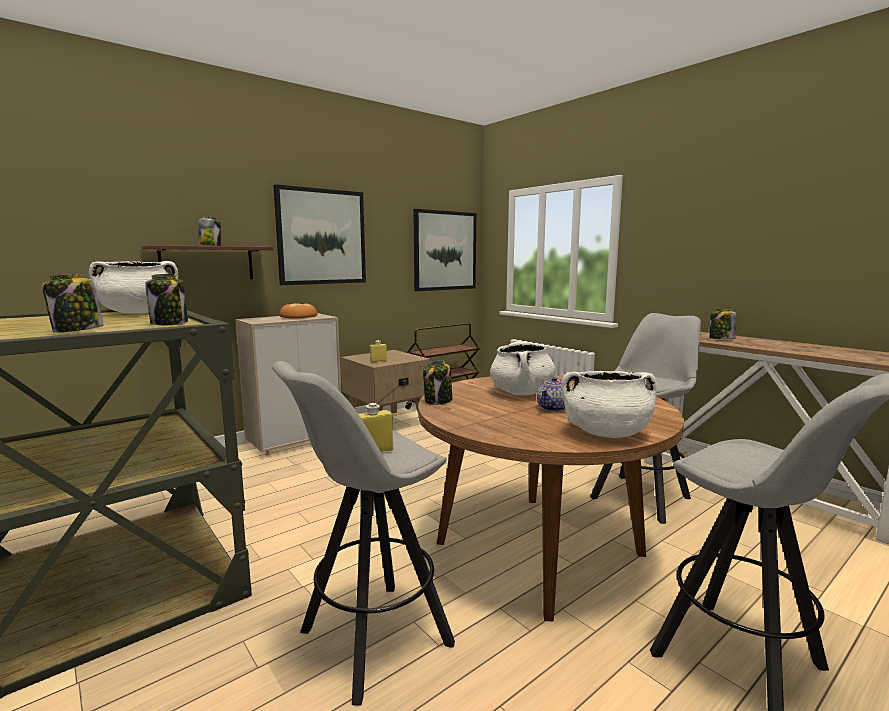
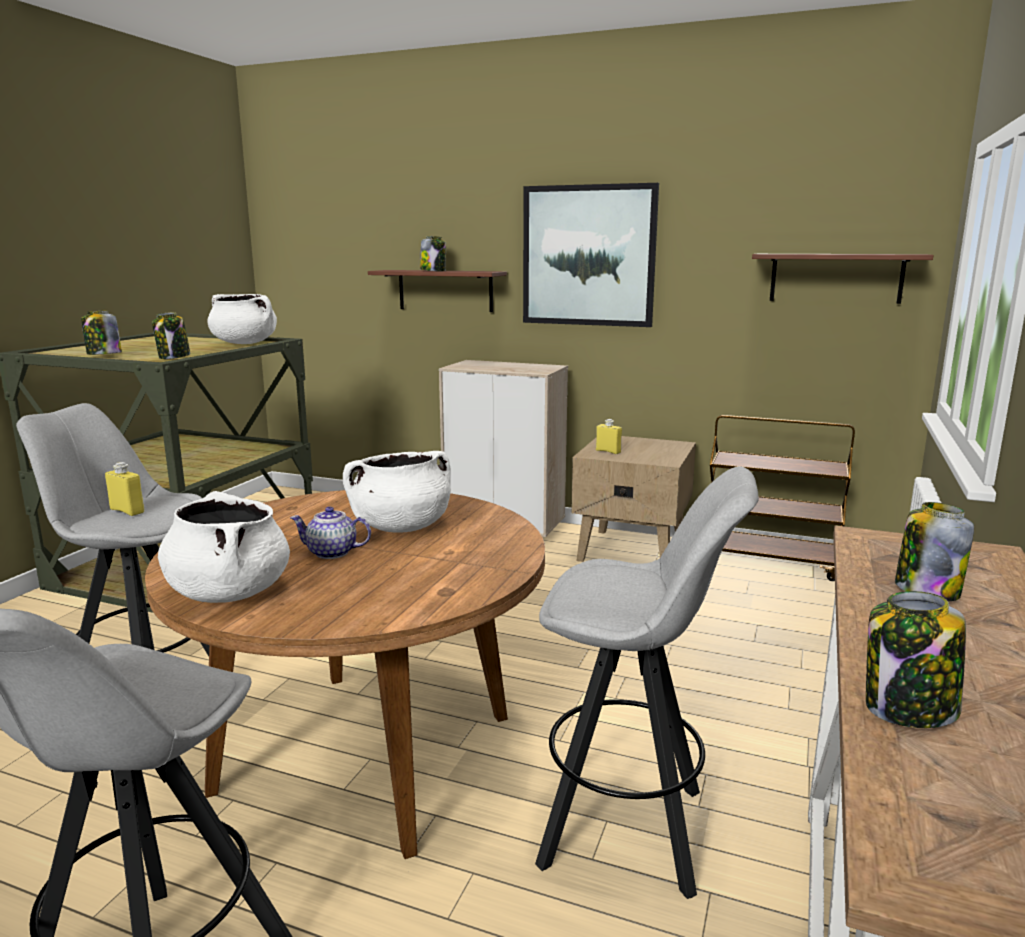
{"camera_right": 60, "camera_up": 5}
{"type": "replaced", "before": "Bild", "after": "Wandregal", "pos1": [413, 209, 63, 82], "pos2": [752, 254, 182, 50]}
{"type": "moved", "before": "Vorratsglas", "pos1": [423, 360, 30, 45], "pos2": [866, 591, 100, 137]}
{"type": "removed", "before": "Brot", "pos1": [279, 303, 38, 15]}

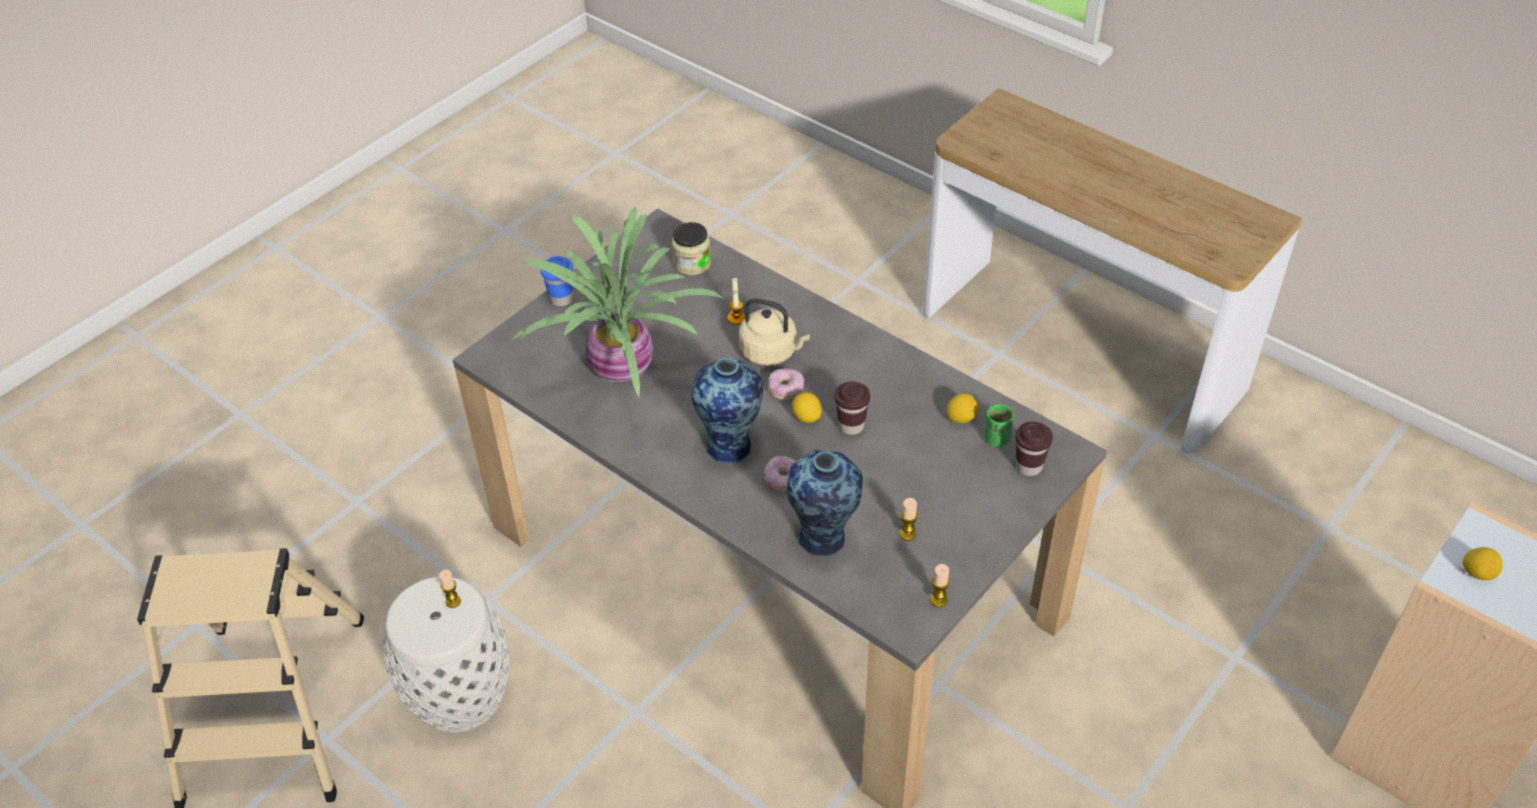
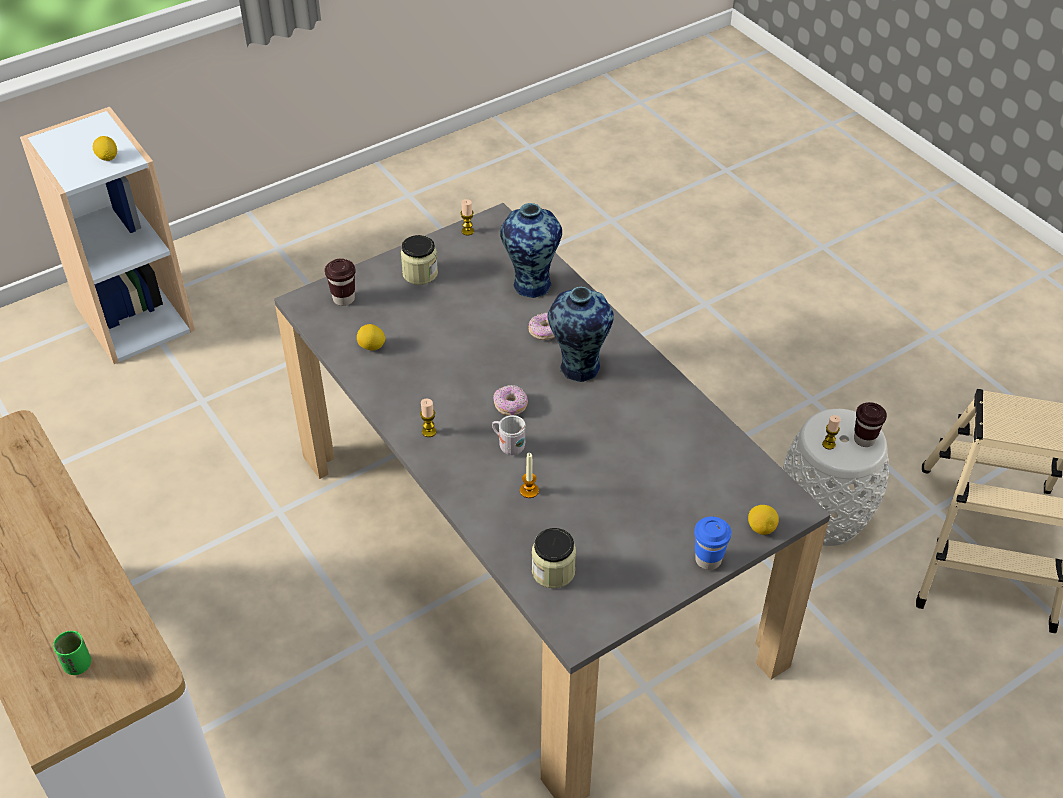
{"camera_right": -165, "camera_up": 0}
{"type": "moved", "before": "Tasse/grün", "pos1": [984, 404, 30, 43], "pos2": [53, 631, 38, 44]}
{"type": "added", "after": "Vorratsglas", "pos2": [401, 235, 37, 50]}
{"type": "moved", "before": "Kerze", "pos1": [899, 498, 19, 43], "pos2": [420, 399, 16, 38]}
{"type": "replaced", "before": "Wasserkessel/beige", "after": "Henkelbecher/weiß", "pos1": [739, 298, 71, 68], "pos2": [492, 415, 34, 40]}
{"type": "moved", "before": "Zitrone", "pos1": [792, 392, 30, 31], "pos2": [748, 505, 31, 30]}
{"type": "moved", "before": "Tasse/braun", "pos1": [835, 381, 35, 54], "pos2": [854, 402, 33, 45]}
{"type": "removed", "before": "Topfpflanze", "pos1": [512, 206, 212, 191]}

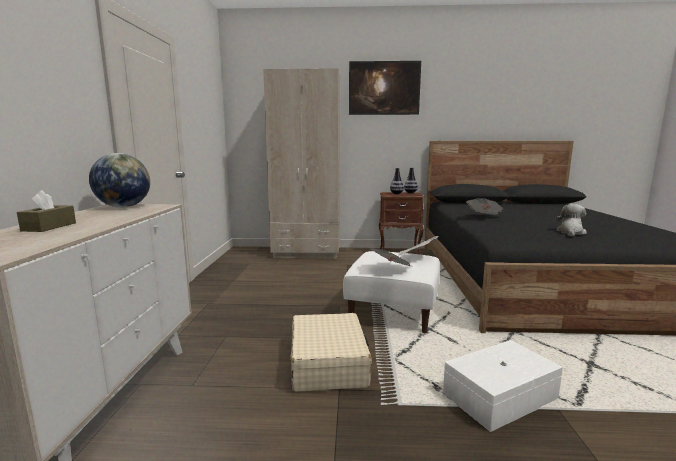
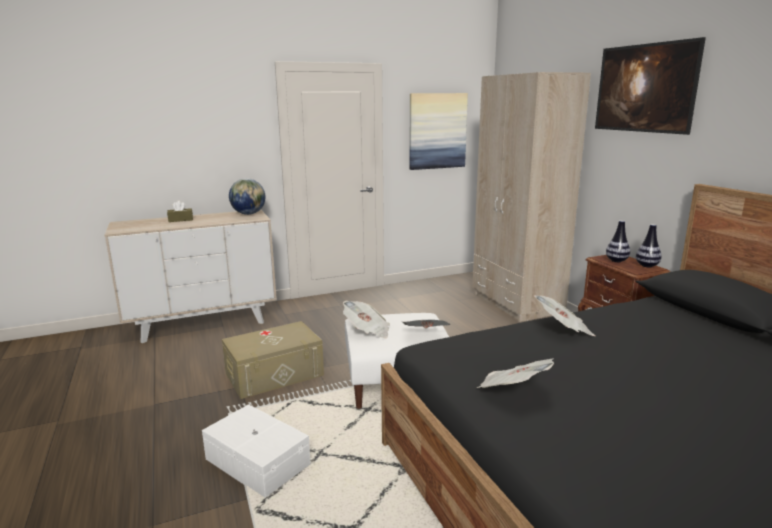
{"camera_right": 65, "camera_up": 5}
{"type": "replaced", "before": "Koffer/beige", "after": "Aufbewahrungsbox/beige", "pos1": [290, 313, 82, 79], "pos2": [222, 321, 102, 78]}
{"type": "added", "after": "Bild", "pos2": [409, 93, 59, 77]}
{"type": "replaced", "before": "Plüschtier", "after": "Zeitung", "pos1": [556, 204, 31, 32], "pos2": [477, 358, 77, 30]}

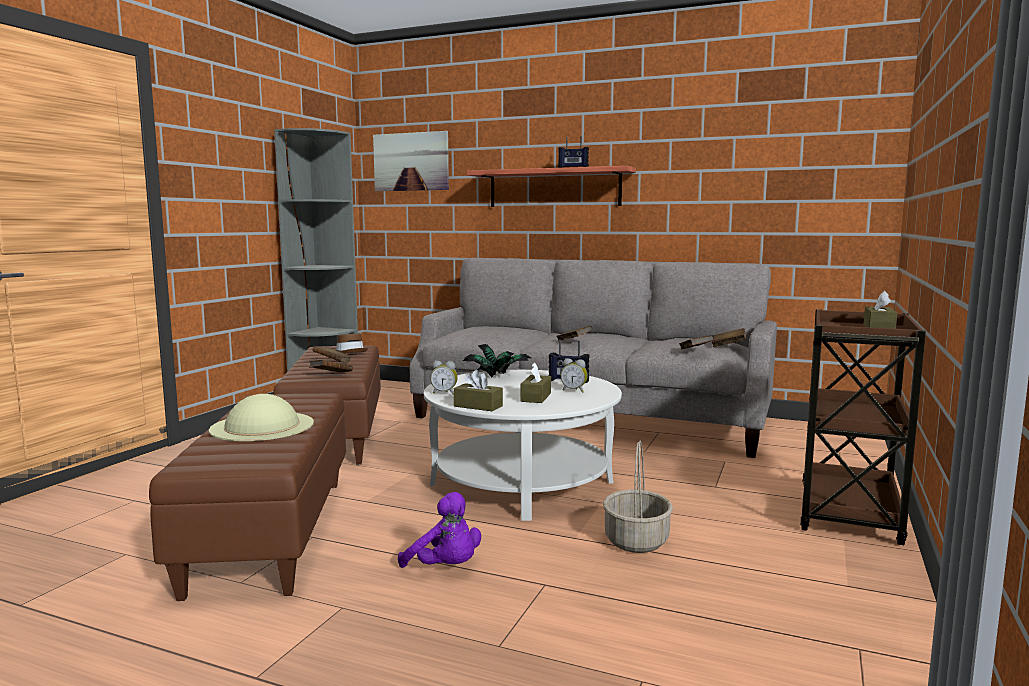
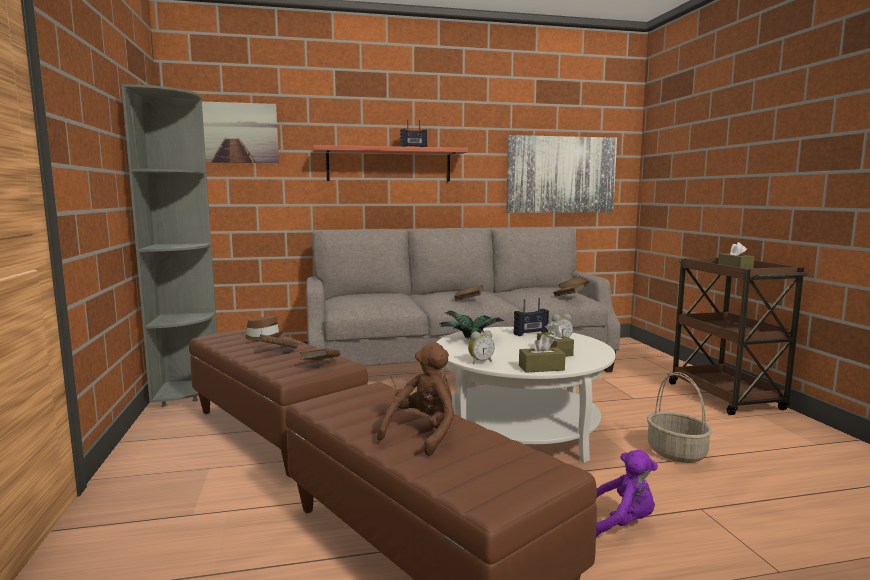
{"camera_right": -35, "camera_up": 0}
{"type": "replaced", "before": "Hut/beige", "after": "Plüschtier/braun", "pos1": [209, 394, 105, 47], "pos2": [377, 342, 78, 114]}
{"type": "added", "after": "Bild", "pos2": [506, 135, 111, 78]}

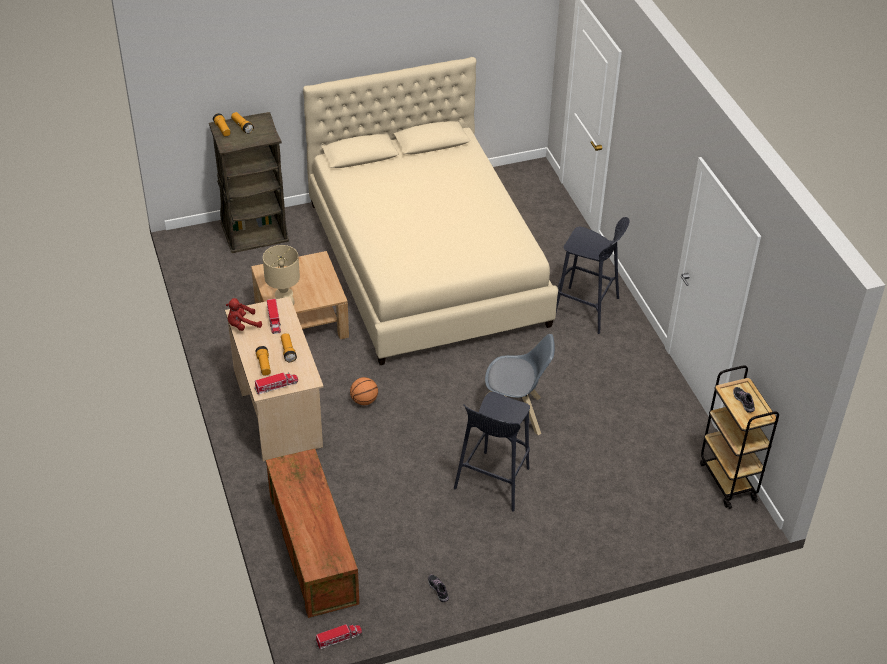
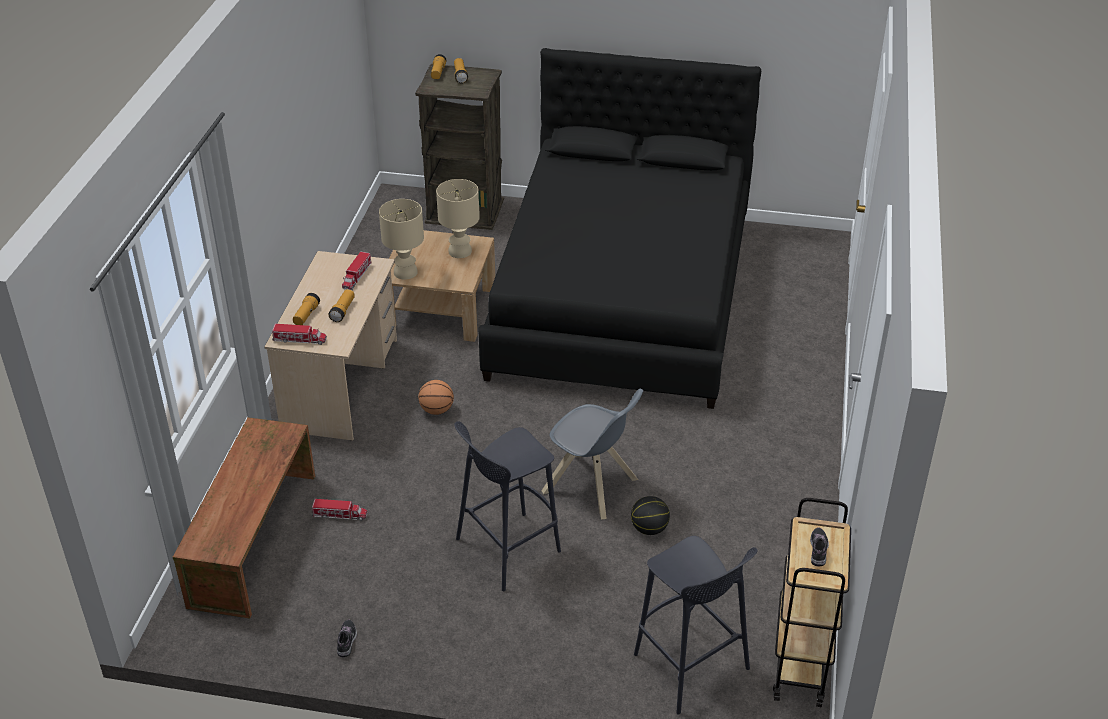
{"camera_right": 30, "camera_up": -5}
{"type": "moved", "before": "Spielzeuglaster", "pos1": [315, 624, 47, 25], "pos2": [311, 499, 57, 22]}
{"type": "added", "after": "Tischlampe/beige", "pos2": [436, 179, 44, 79]}
{"type": "recoloured", "before": "Bett/beige", "after": "Bett/schwarz", "pos1": [303, 57, 255, 308], "pos2": [478, 48, 283, 361]}
{"type": "added", "after": "Basketball", "pos2": [631, 496, 39, 39]}
{"type": "moved", "before": "Hocker/grau", "pos1": [556, 217, 74, 117], "pos2": [634, 536, 124, 179]}
{"type": "removed", "before": "Plüschtier/rot", "pos1": [226, 298, 36, 33]}

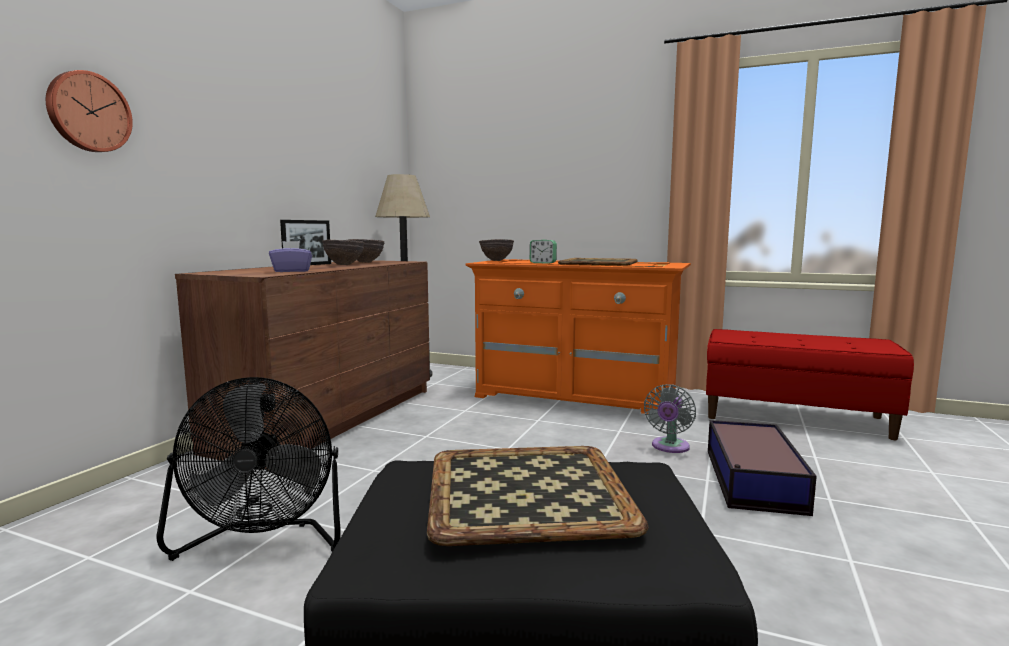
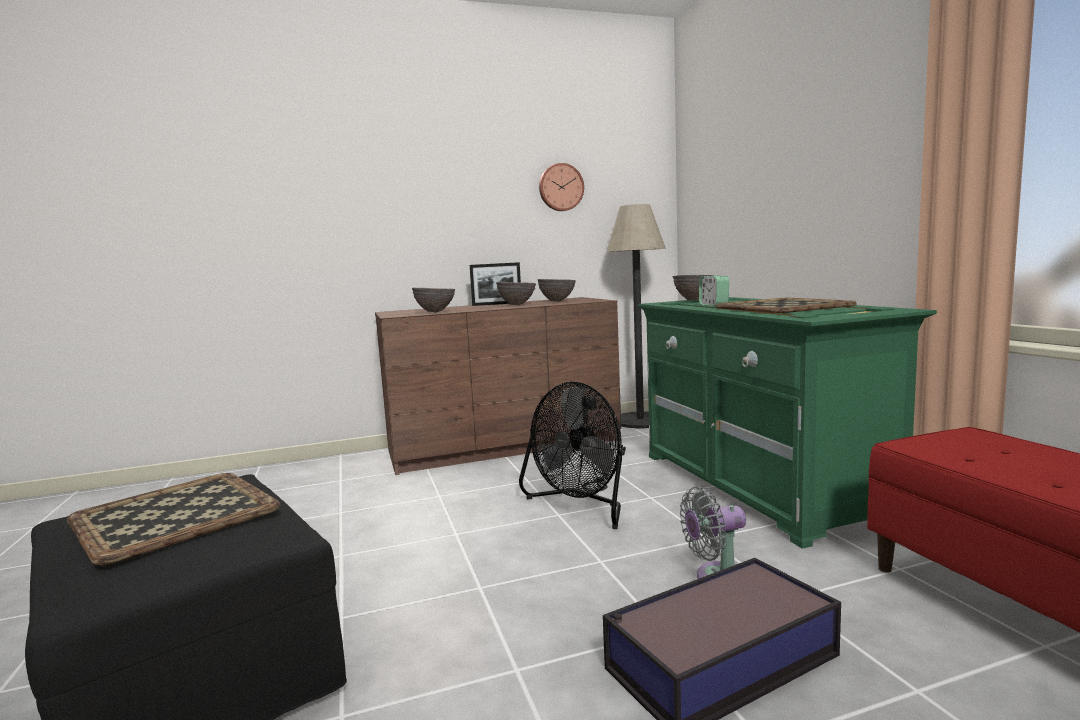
{"camera_right": 50, "camera_up": 0}
{"type": "replaced", "before": "Taschentuchbox/lila", "after": "Schüssel/braun", "pos1": [269, 241, 43, 31], "pos2": [412, 287, 43, 25]}
{"type": "moved", "before": "Ventilator/schwarz", "pos1": [156, 377, 185, 184], "pos2": [519, 382, 107, 147]}
{"type": "moved", "before": "Wanduhr", "pos1": [46, 70, 87, 82], "pos2": [539, 163, 45, 48]}
{"type": "recoloured", "before": "Kommode/orange", "after": "Kommode/grün", "pos1": [465, 259, 226, 155], "pos2": [638, 297, 299, 252]}

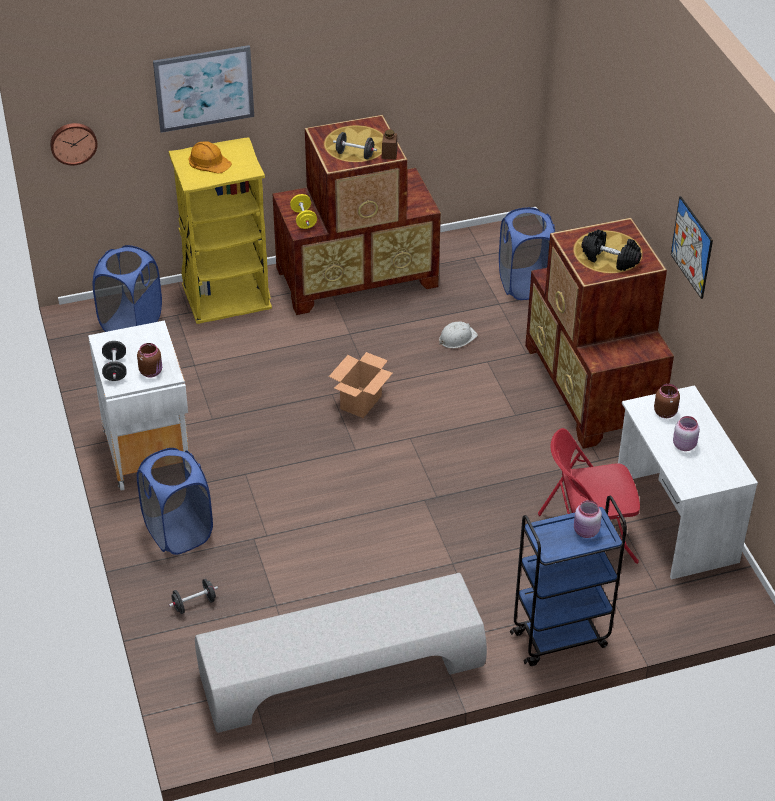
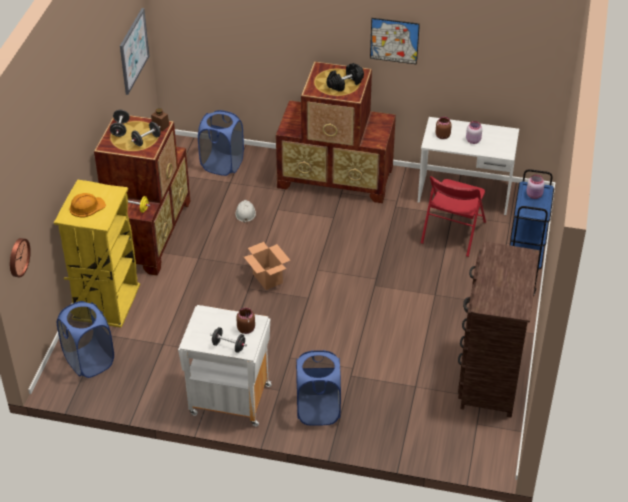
{"camera_right": -60, "camera_up": 0}
{"type": "moved", "before": "Hantel/schwarz", "pos1": [169, 579, 49, 35], "pos2": [110, 109, 20, 28]}
{"type": "moved", "before": "Bild", "pos1": [153, 45, 101, 88], "pos2": [120, 8, 29, 87]}
{"type": "replaced", "before": "Bank/grau", "after": "Kommode/braun", "pos1": [195, 573, 292, 160], "pos2": [458, 242, 82, 175]}

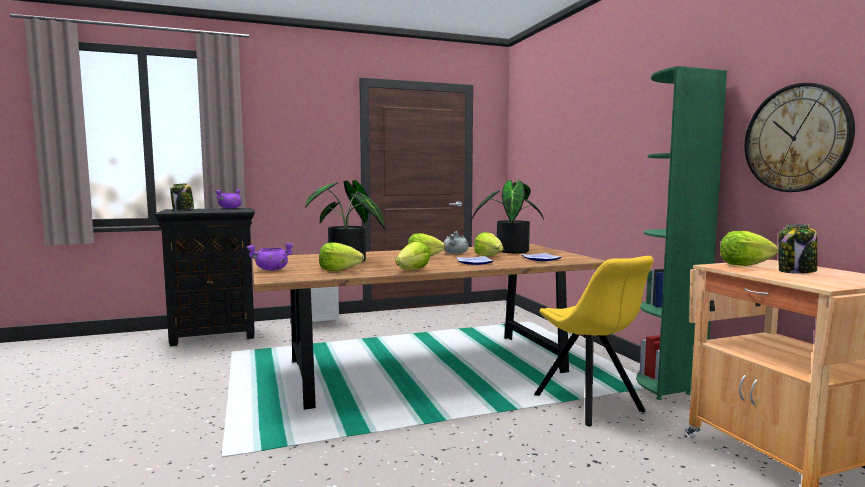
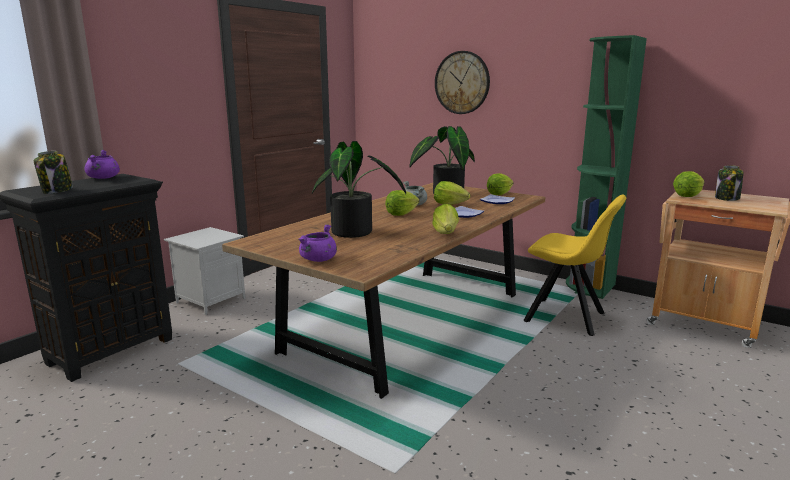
{"camera_right": -35, "camera_up": 10}
{"type": "moved", "before": "Wanduhr", "pos1": [744, 83, 111, 109], "pos2": [435, 51, 55, 63]}
{"type": "moved", "before": "Salatkopf", "pos1": [319, 242, 45, 29], "pos2": [487, 173, 27, 22]}

